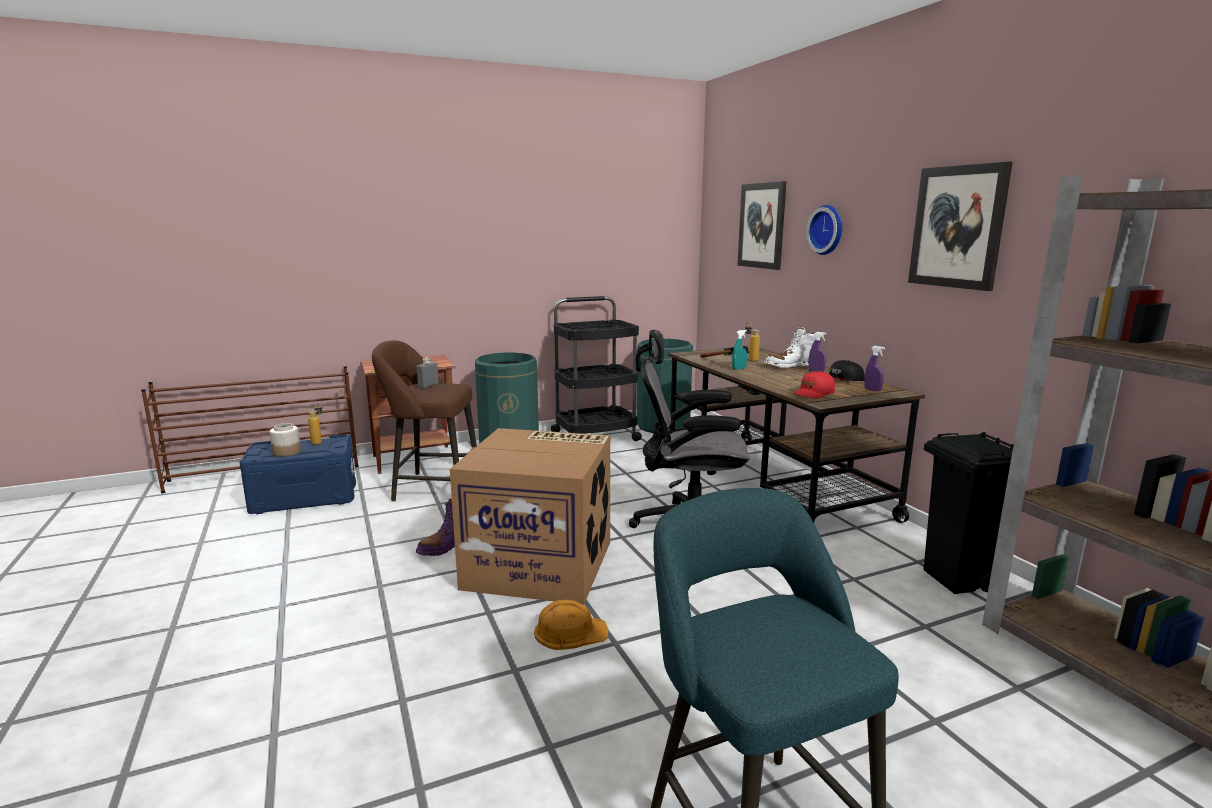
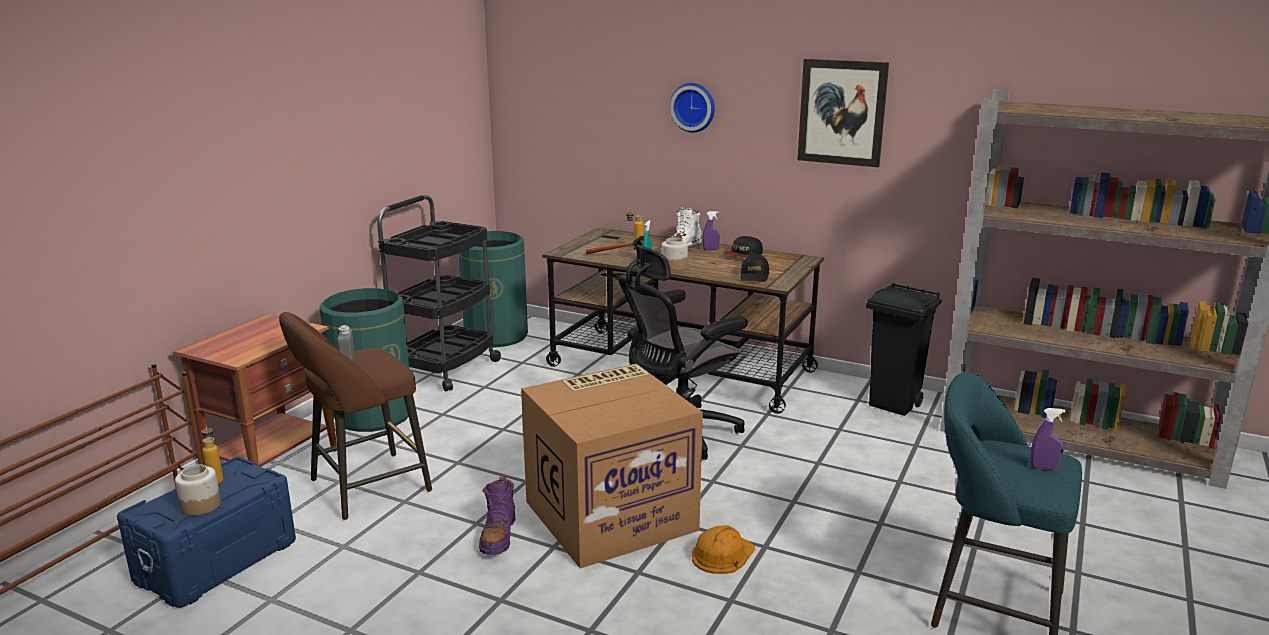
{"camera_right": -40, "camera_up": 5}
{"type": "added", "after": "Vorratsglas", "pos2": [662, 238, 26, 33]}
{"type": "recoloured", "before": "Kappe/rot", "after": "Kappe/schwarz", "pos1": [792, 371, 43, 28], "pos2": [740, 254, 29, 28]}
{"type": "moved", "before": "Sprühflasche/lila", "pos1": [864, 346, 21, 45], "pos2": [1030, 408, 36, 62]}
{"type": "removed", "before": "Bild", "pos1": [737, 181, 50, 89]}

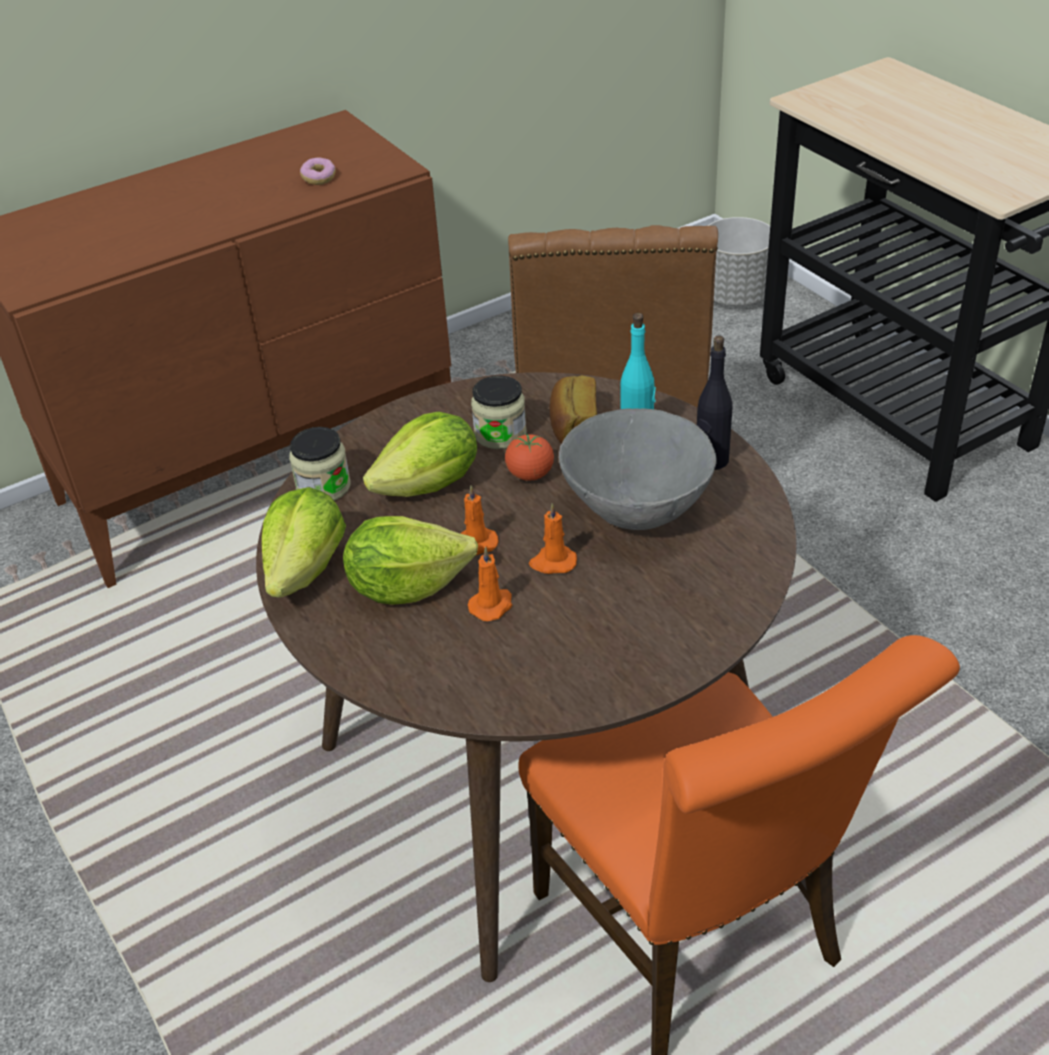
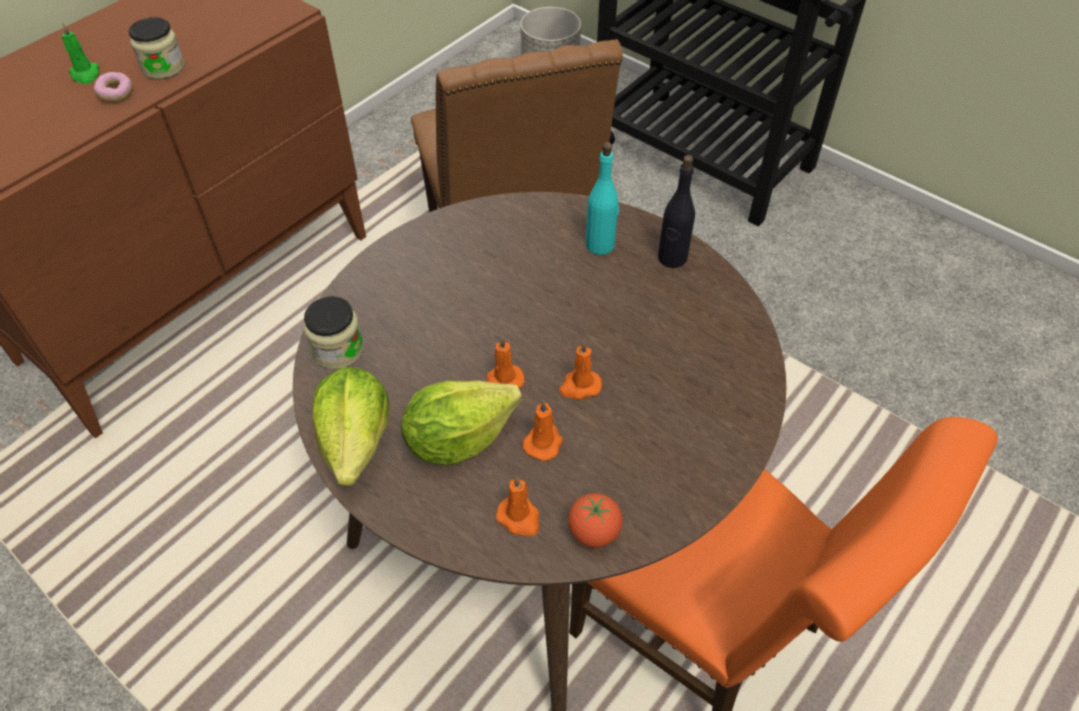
{"camera_right": -20, "camera_up": 10}
{"type": "added", "after": "Kerze/grün", "pos2": [62, 23, 37, 61]}
{"type": "moved", "before": "Donut", "pos1": [300, 157, 36, 28], "pos2": [94, 72, 39, 31]}
{"type": "moved", "before": "Vorratsglas", "pos1": [471, 376, 55, 73], "pos2": [128, 17, 57, 62]}
{"type": "added", "after": "Kerze/orange", "pos2": [496, 476, 43, 60]}
{"type": "moved", "before": "Tomate", "pos1": [505, 434, 49, 47], "pos2": [568, 493, 55, 54]}
{"type": "removed", "before": "Salatkopf", "pos1": [363, 412, 114, 85]}
{"type": "removed", "before": "Brot", "pos1": [549, 375, 48, 68]}
{"type": "removed", "before": "Schüssel/grau", "pos1": [559, 408, 158, 122]}

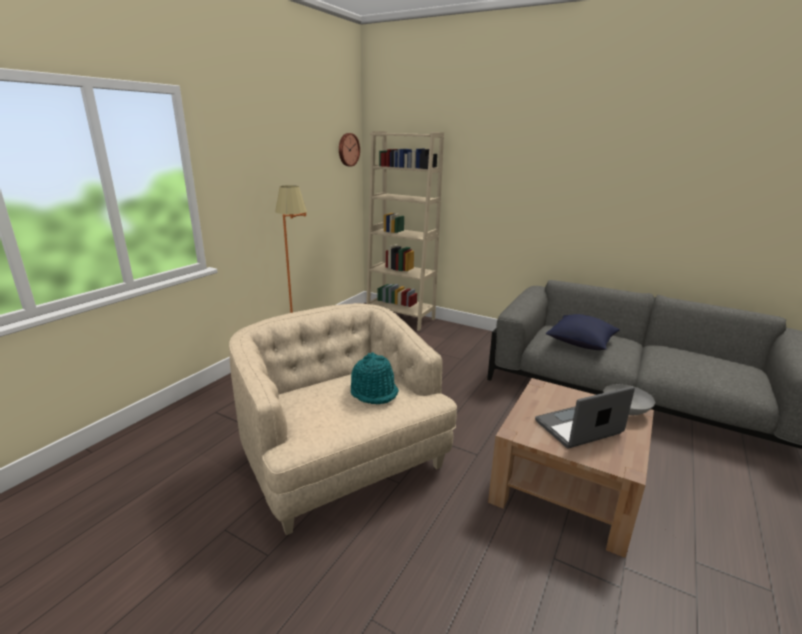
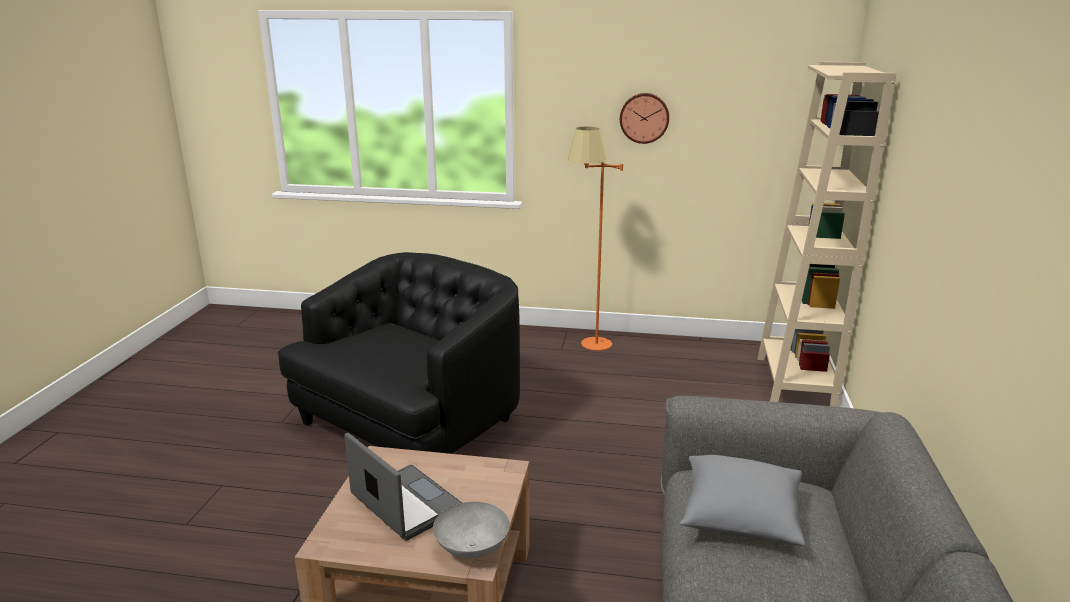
{"camera_right": 70, "camera_up": 0}
{"type": "recoloured", "before": "Sessel/beige", "after": "Sessel/schwarz", "pos1": [229, 303, 228, 232], "pos2": [278, 252, 242, 202]}
{"type": "moved", "before": "Wanduhr", "pos1": [339, 133, 21, 34], "pos2": [620, 93, 49, 51]}
{"type": "recoloured", "before": "Kissen/blau", "after": "Kissen/grau", "pos1": [546, 314, 74, 36], "pos2": [679, 455, 126, 92]}
{"type": "removed", "before": "Hut/türkis", "pos1": [351, 352, 48, 52]}

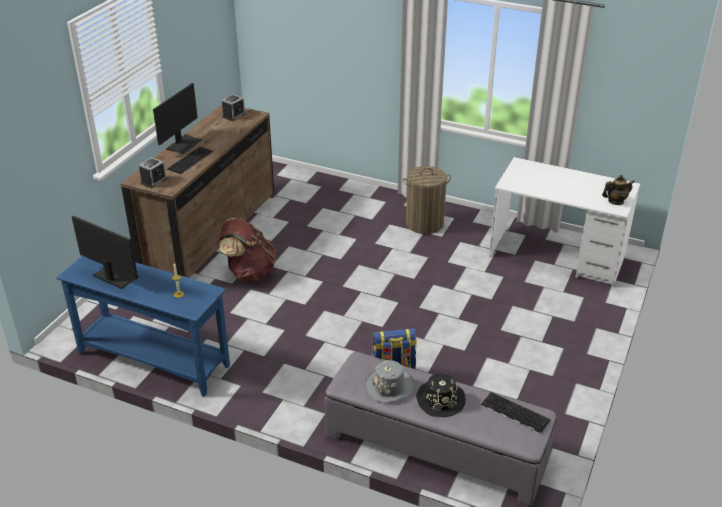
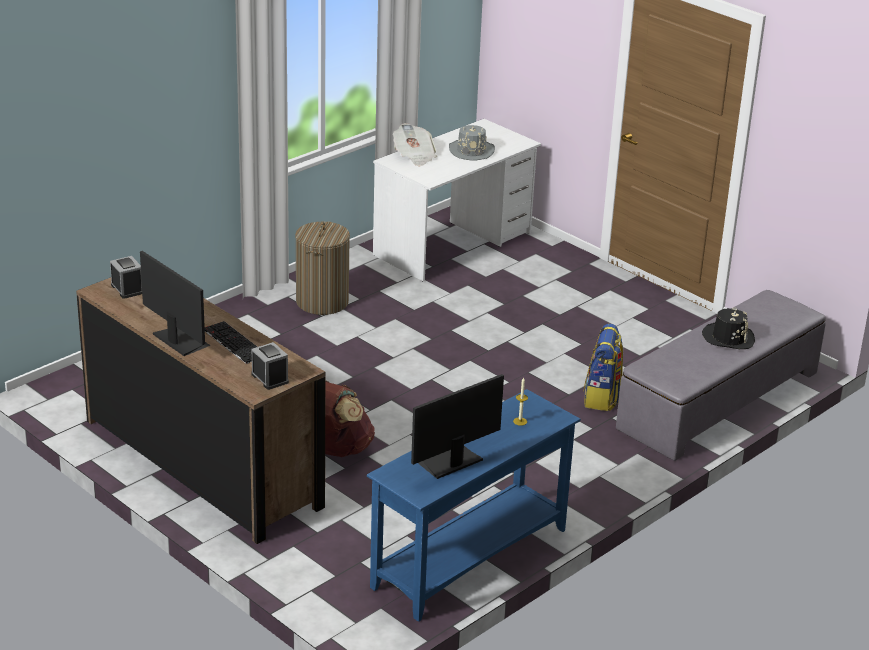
{"camera_right": -70, "camera_up": -5}
{"type": "added", "after": "Zeitung", "pos2": [393, 123, 44, 44]}
{"type": "moved", "before": "Hut/grau", "pos1": [365, 360, 49, 43], "pos2": [449, 125, 46, 36]}
{"type": "removed", "before": "Tastatur", "pos1": [481, 392, 70, 41]}
{"type": "removed", "before": "Teekanne", "pos1": [602, 175, 33, 30]}

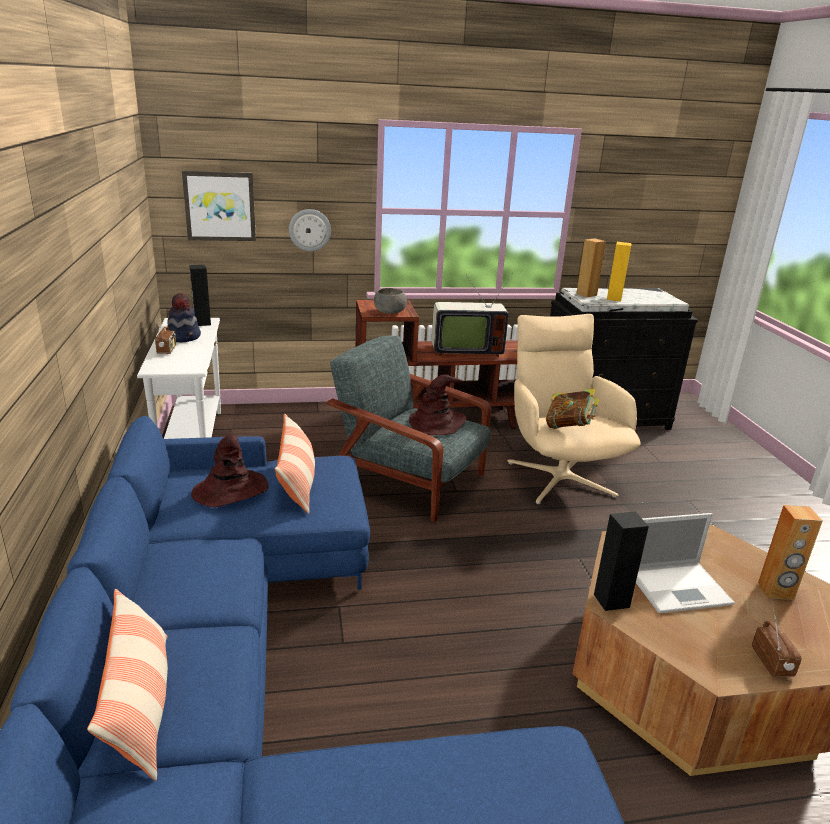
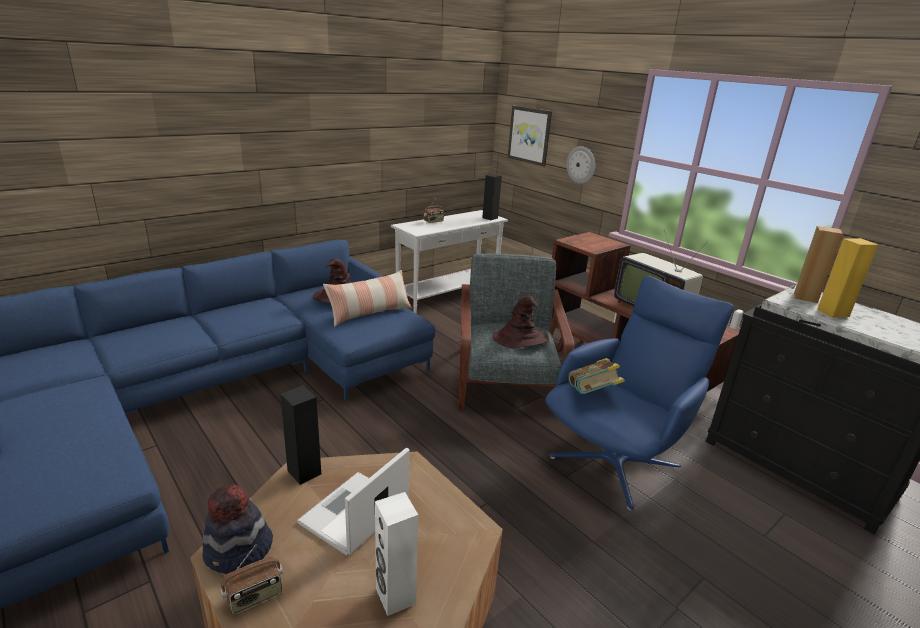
{"camera_right": 60, "camera_up": 0}
{"type": "moved", "before": "Hut", "pos1": [167, 293, 34, 49], "pos2": [202, 484, 71, 90]}
{"type": "turned", "before": "Laptop", "pos1": [636, 513, 99, 100], "pos2": [297, 447, 113, 109], "turn": 75}
{"type": "recoloured", "before": "Lautsprecher/braun", "after": "Lautsprecher/weiß", "pos1": [758, 505, 65, 95], "pos2": [375, 492, 43, 124]}
{"type": "recoloured", "before": "Sessel/beige", "after": "Sessel/blau", "pos1": [508, 314, 133, 190], "pos2": [545, 276, 189, 234]}
{"type": "removed", "before": "Kissen", "pos1": [87, 589, 81, 192]}
{"type": "removed", "before": "Schüssel/grau", "pos1": [374, 288, 33, 26]}

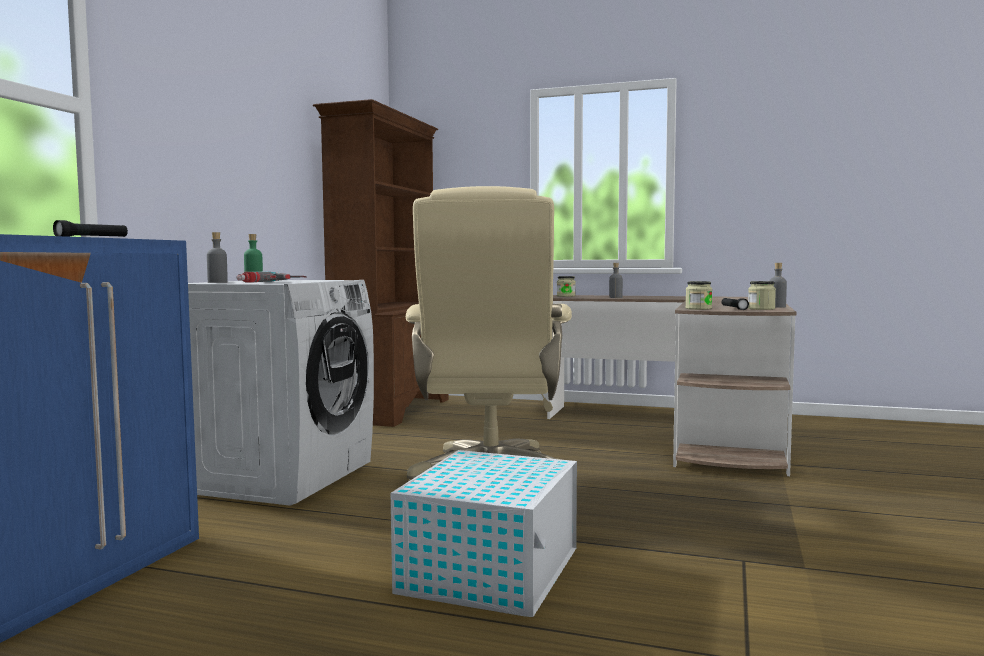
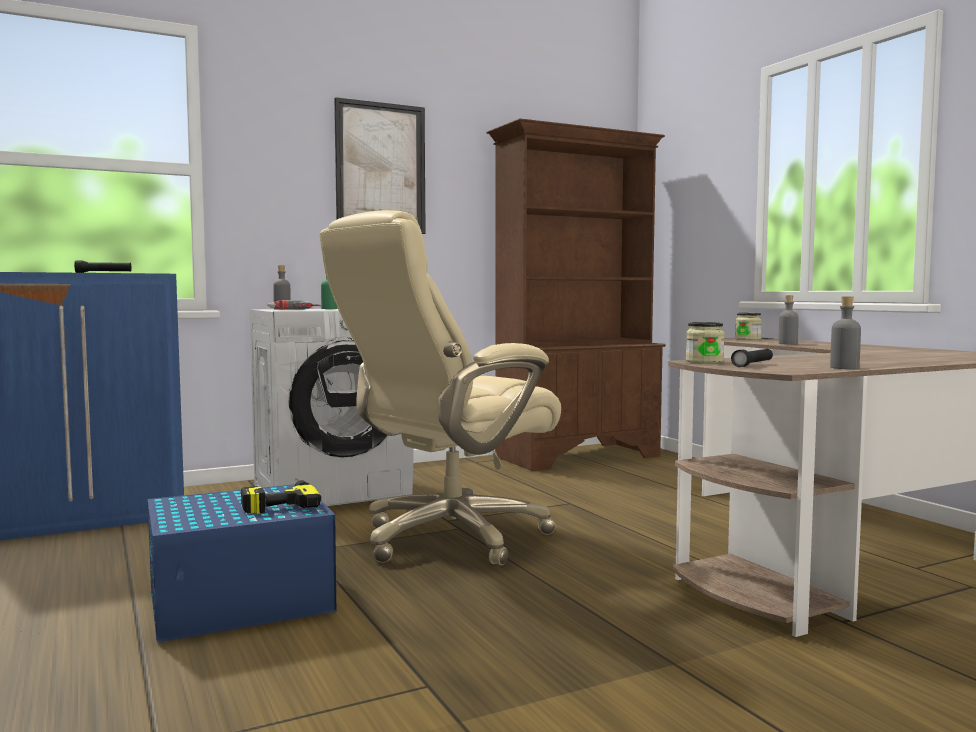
{"camera_right": 45, "camera_up": 0}
{"type": "recoloured", "before": "Aufbewahrungsbox/weiß", "after": "Aufbewahrungsbox/blau", "pos1": [391, 450, 186, 167], "pos2": [148, 484, 188, 159]}
{"type": "added", "after": "Bohrmaschine", "pos2": [241, 478, 80, 36]}
{"type": "added", "after": "Bild", "pos2": [334, 97, 92, 137]}
{"type": "removed", "before": "Vorratsglas", "pos1": [748, 281, 28, 29]}

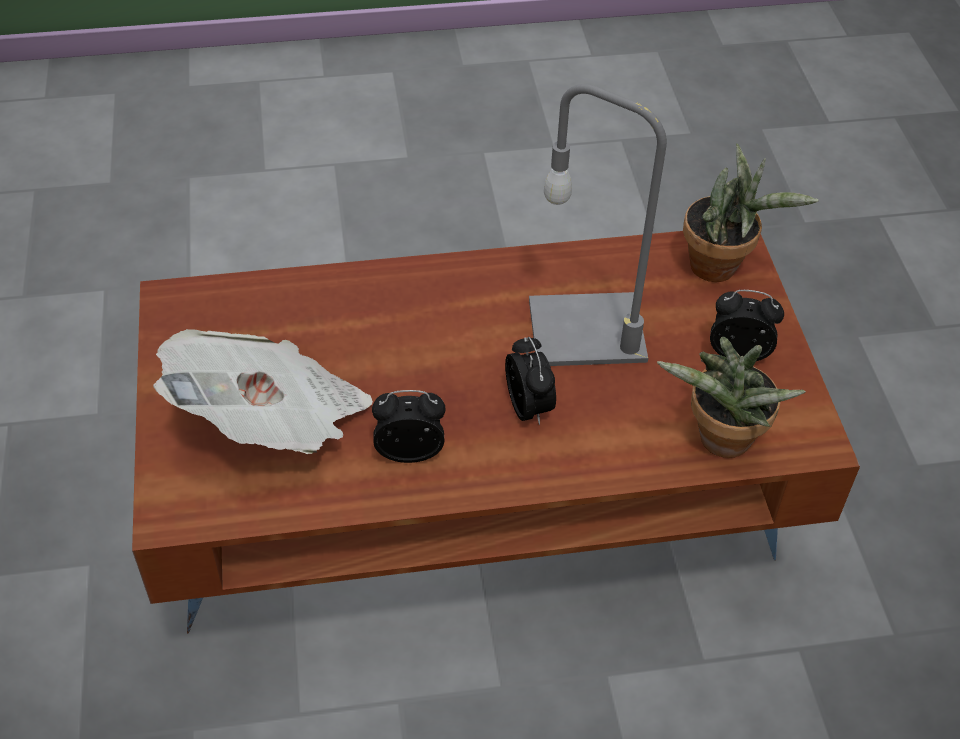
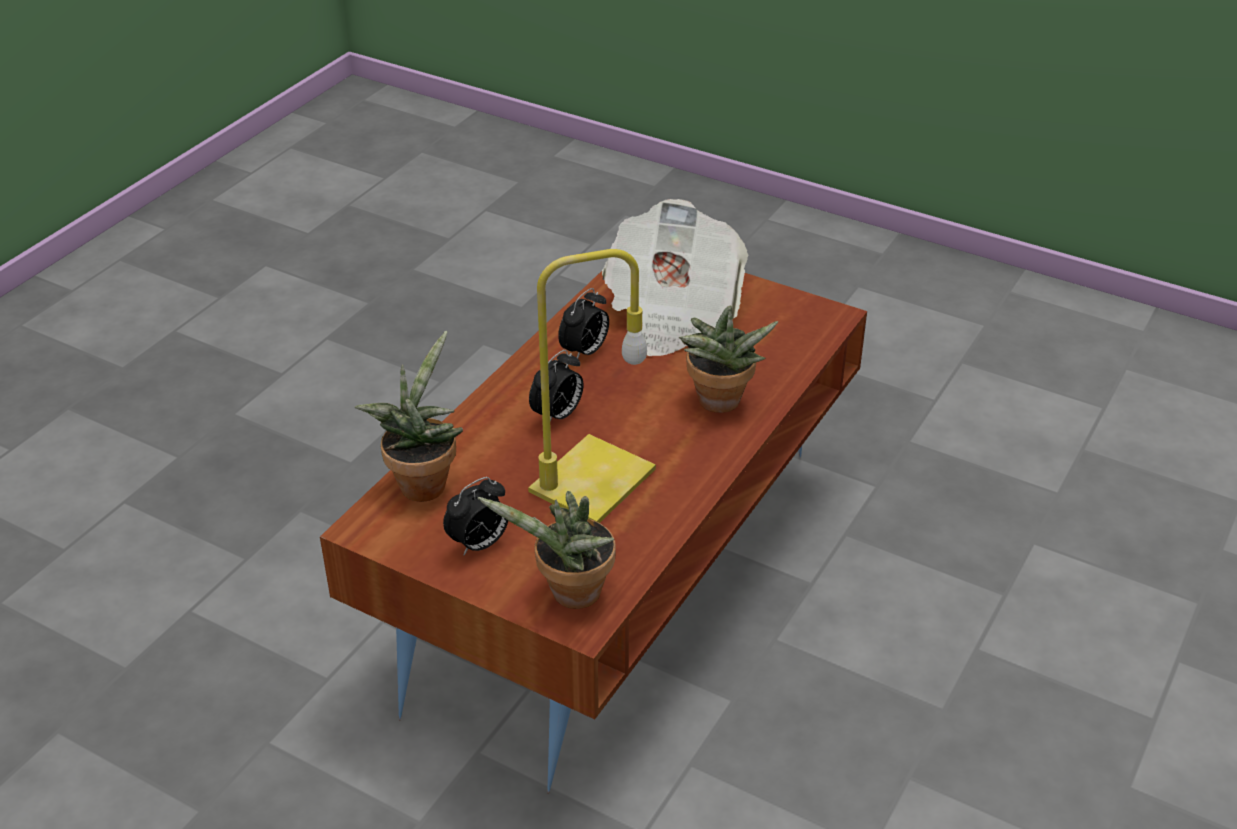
{"camera_right": 130, "camera_up": -10}
{"type": "recoloured", "before": "Tischlampe/grau", "after": "Tischlampe/gelb", "pos1": [529, 84, 138, 282], "pos2": [528, 249, 128, 274]}
{"type": "turned", "before": "Wecker", "pos1": [505, 337, 51, 88], "pos2": [529, 350, 55, 72], "turn": -75}
{"type": "added", "after": "Topfpflanze", "pos2": [679, 305, 100, 108]}

